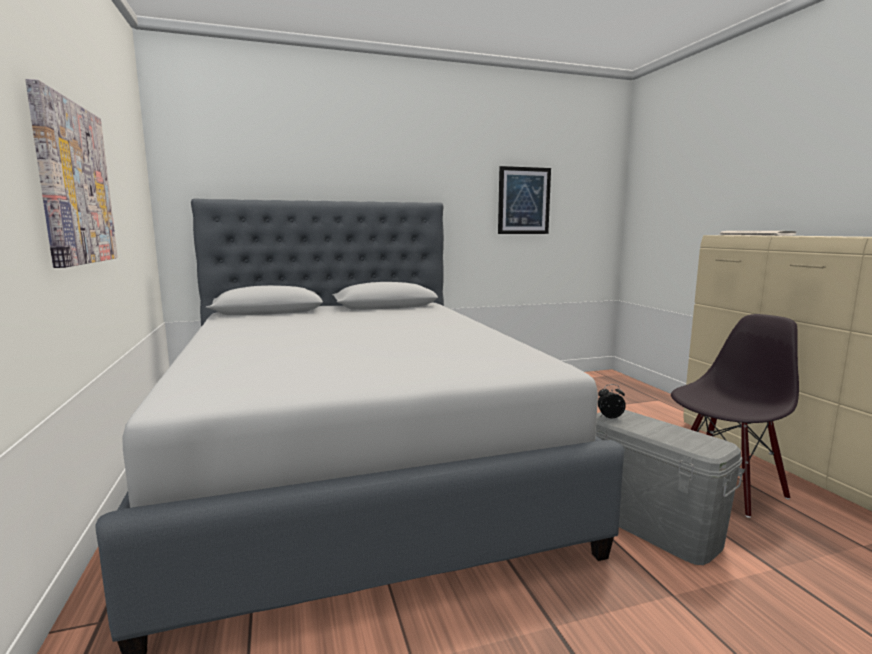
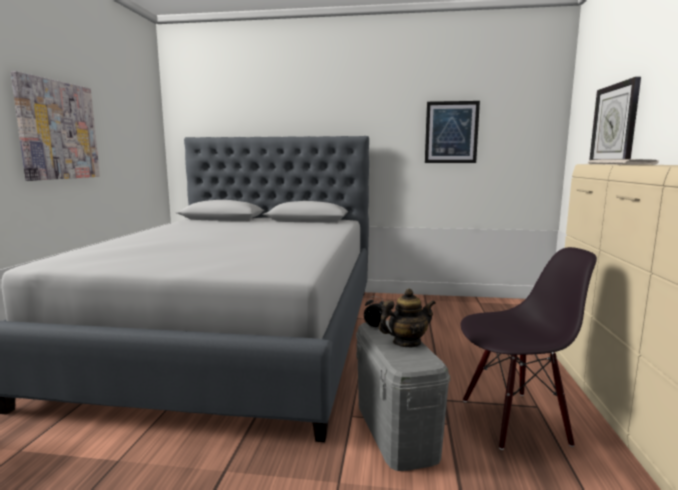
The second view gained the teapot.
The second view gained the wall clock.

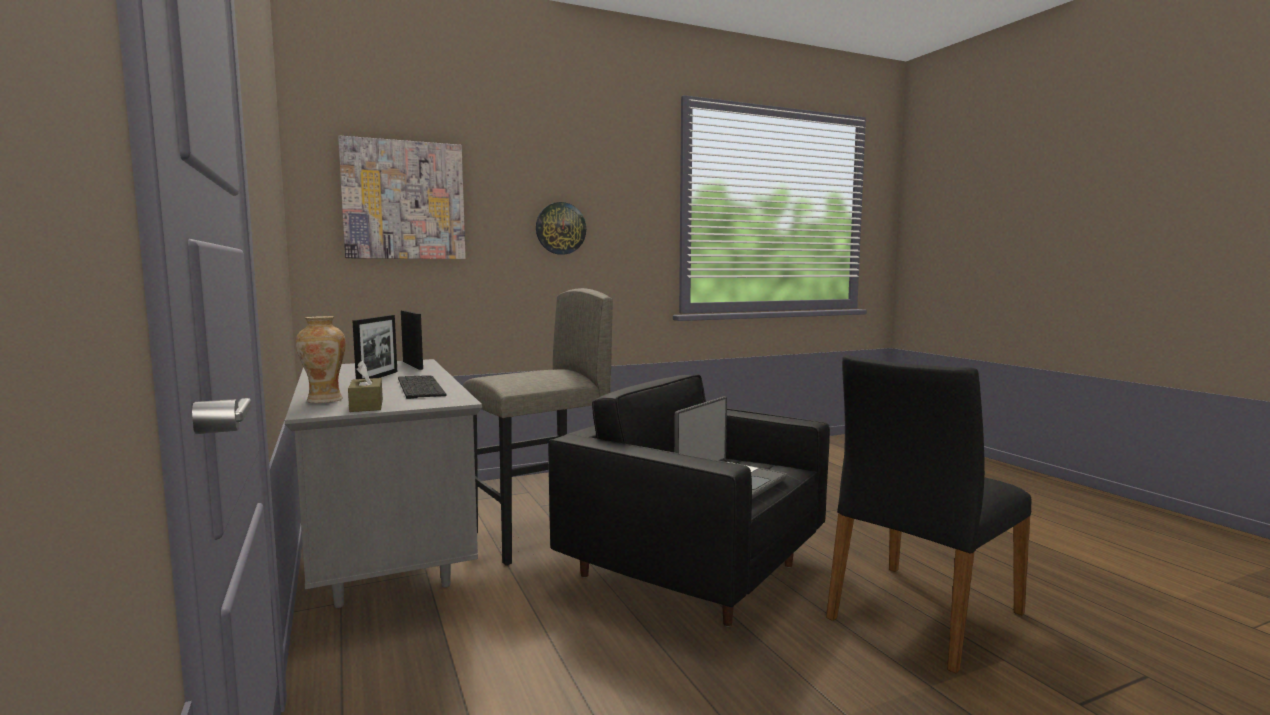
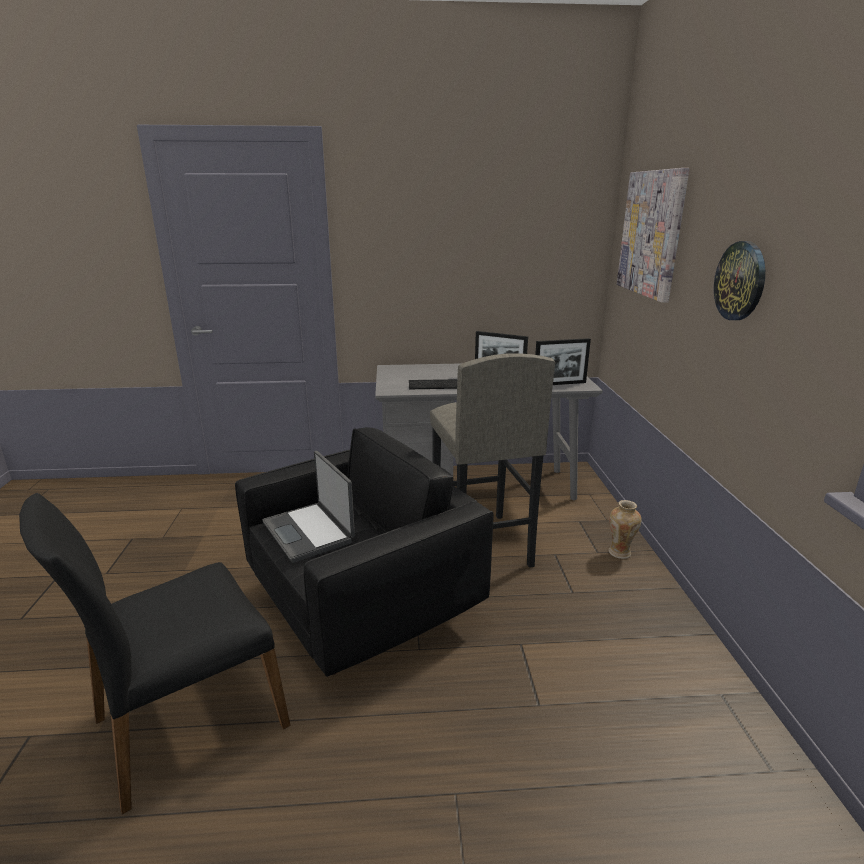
The vase ended up elsewhere.
The second view lost the tissue box (brown).
The chair (black) ended up facing another way, 105 degrees counterclockwise from before.

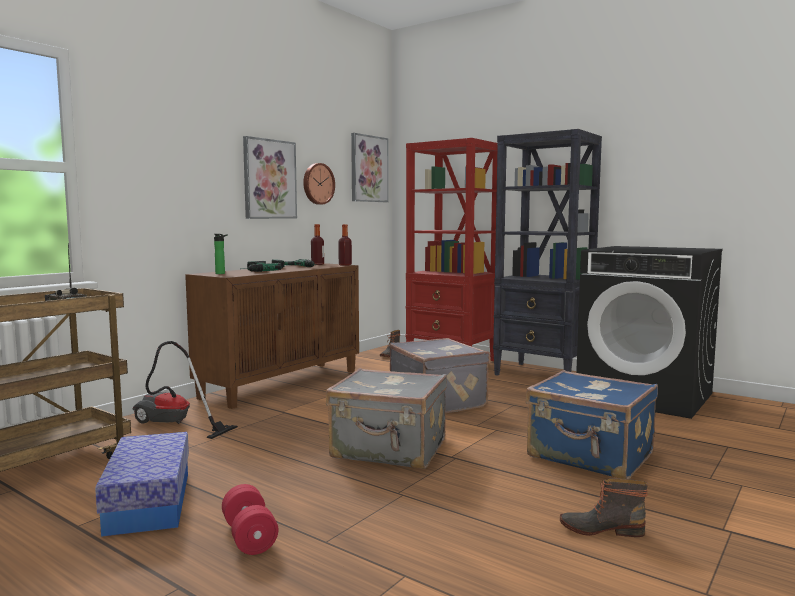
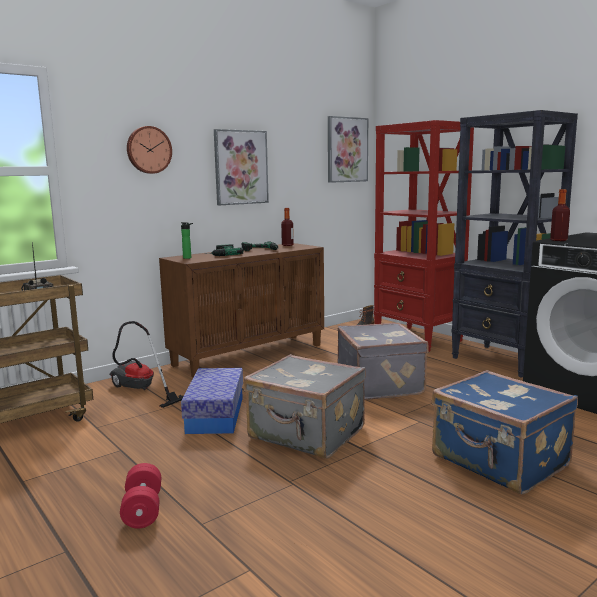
The storage box ended up elsewhere.
The wall clock ended up elsewhere.
The bottle (3rd from left) ended up elsewhere.
The second view lost the boot (2nd from left).

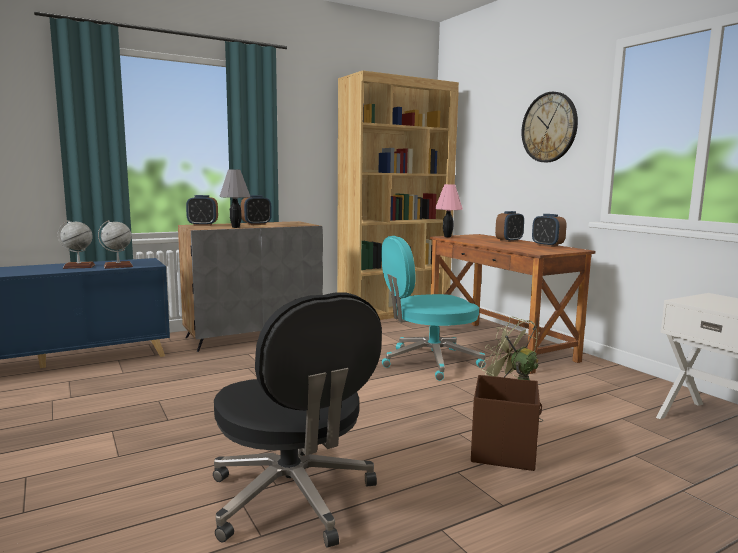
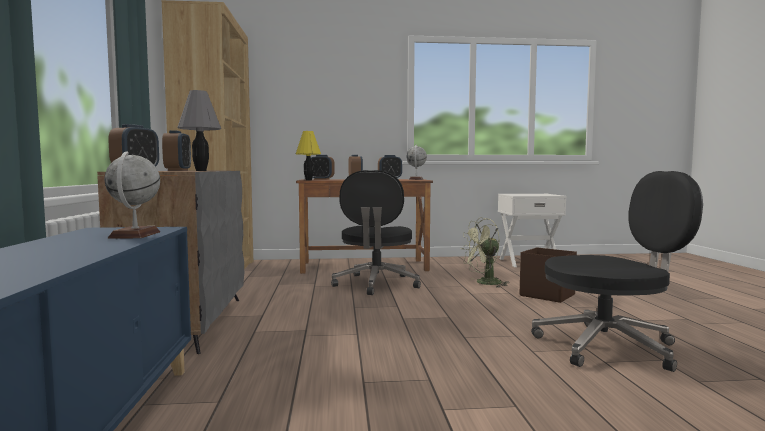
The globe (1st from left in the first image) ended up elsewhere.
What was the office chair (turquoise) turned into the office chair (black) (1st from left).
What was the table lamp (pink) turned into the table lamp (yellow).
The second view lost the wall clock.
The second view gained the alarm clock (3rd from left).

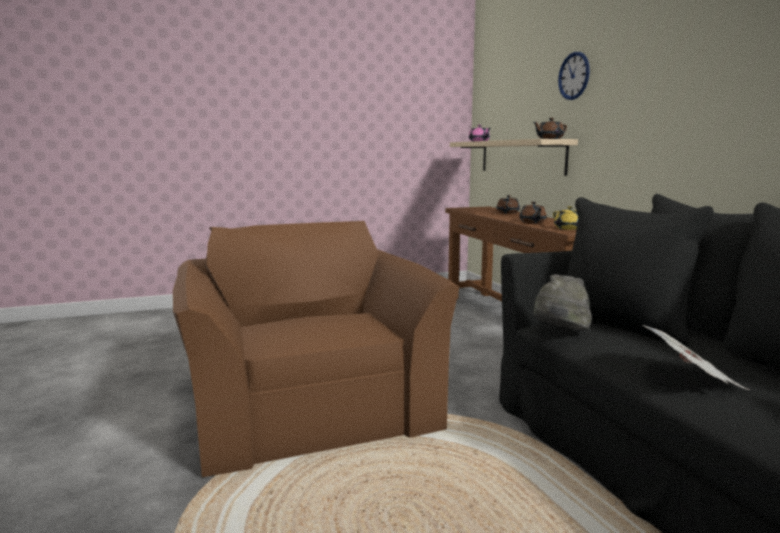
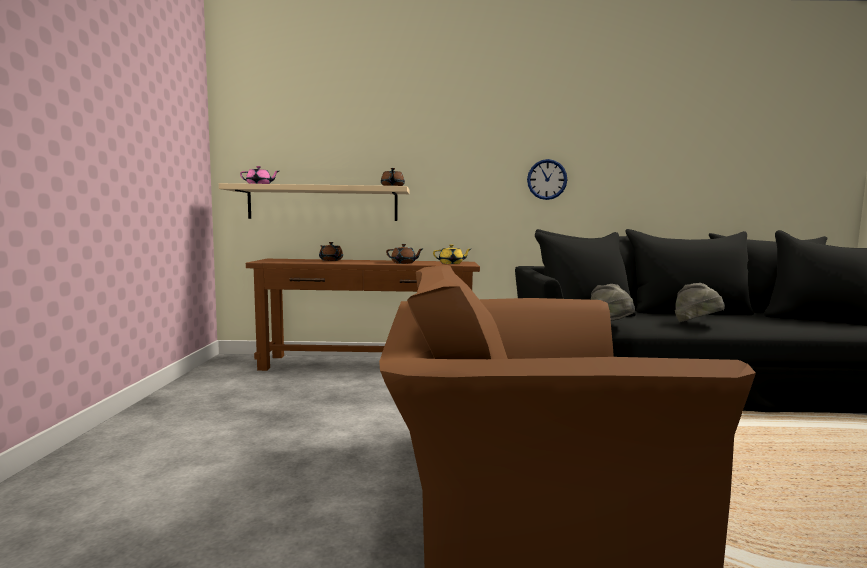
The wall clock ended up elsewhere.
Where the newspaper stood, the hat (grey) (2nd from left) came to stand.

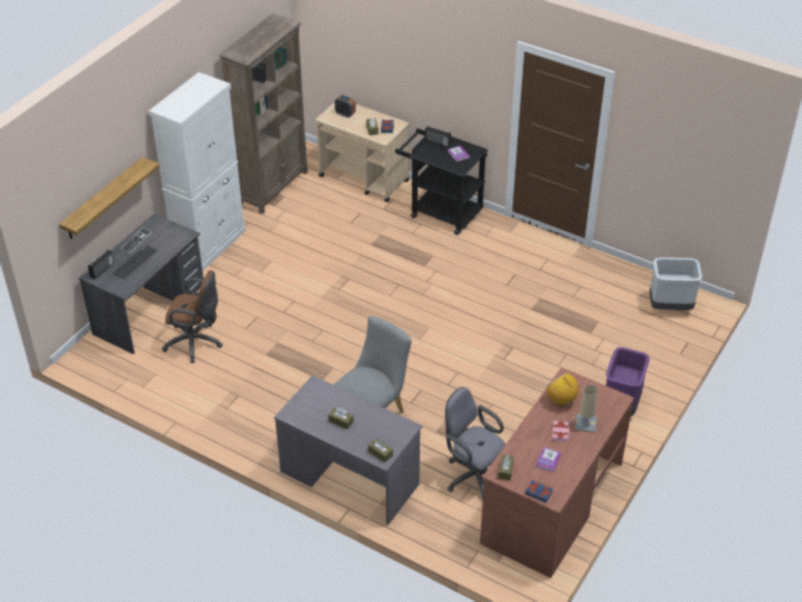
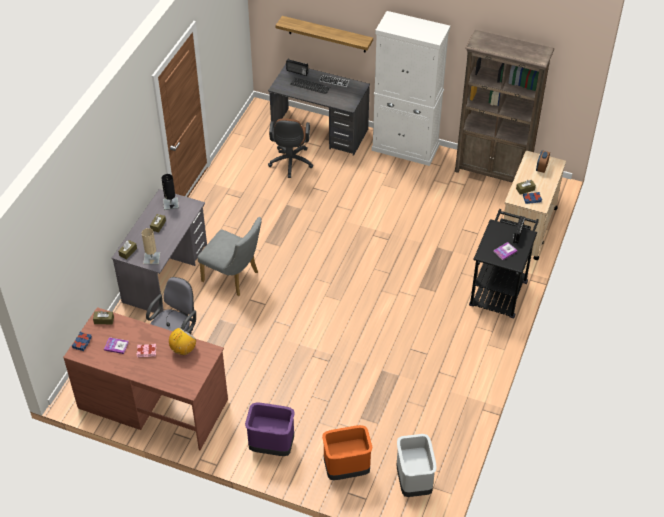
The table lamp (beige) ended up elsewhere.
The second view gained the table lamp (black).
The second view gained the trash can (orange).

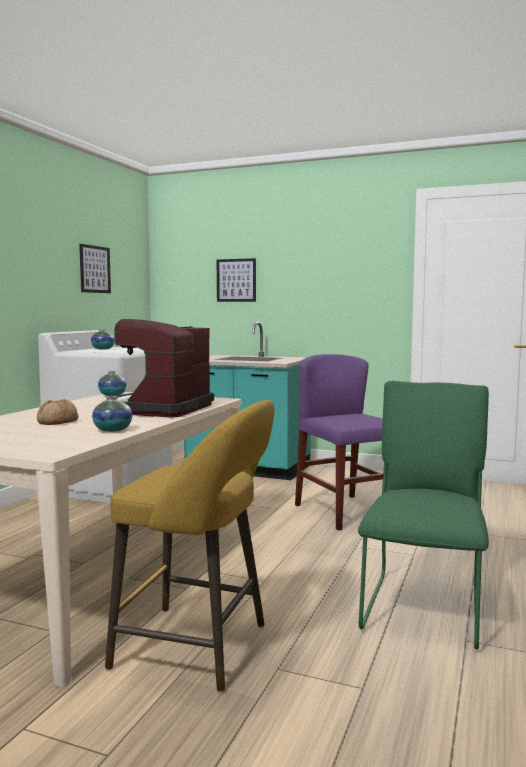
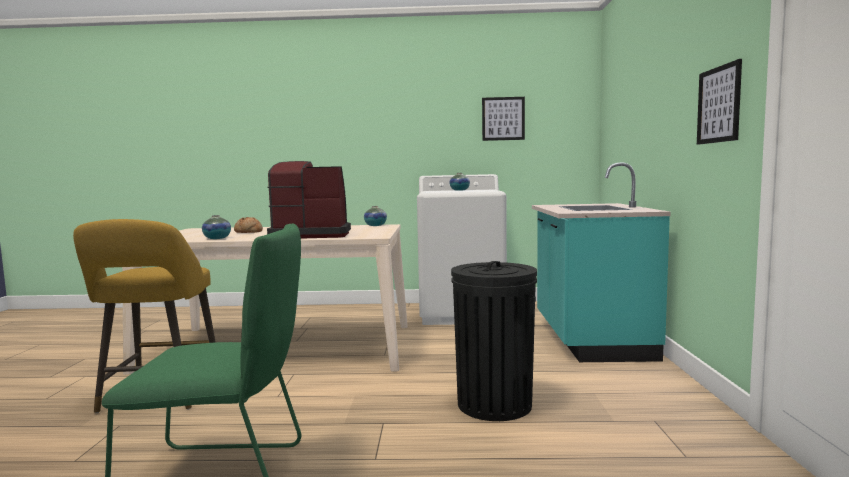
The picture (2nd from left) ended up elsewhere.
Where the chair (purple) stood, the trash can (black) came to stand.

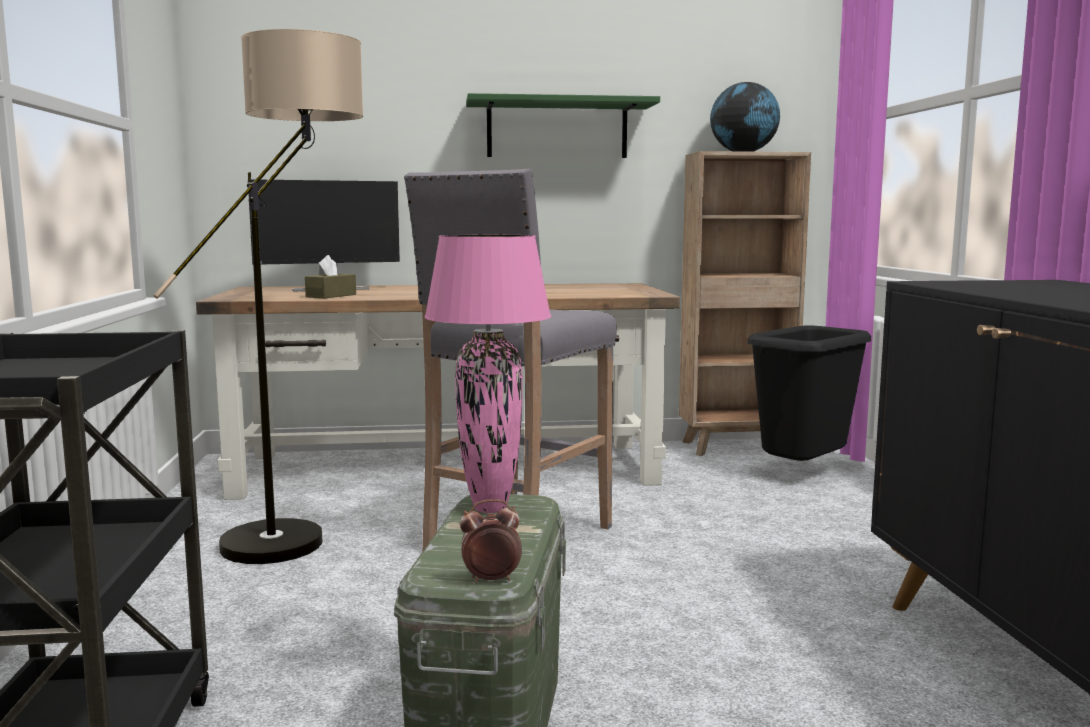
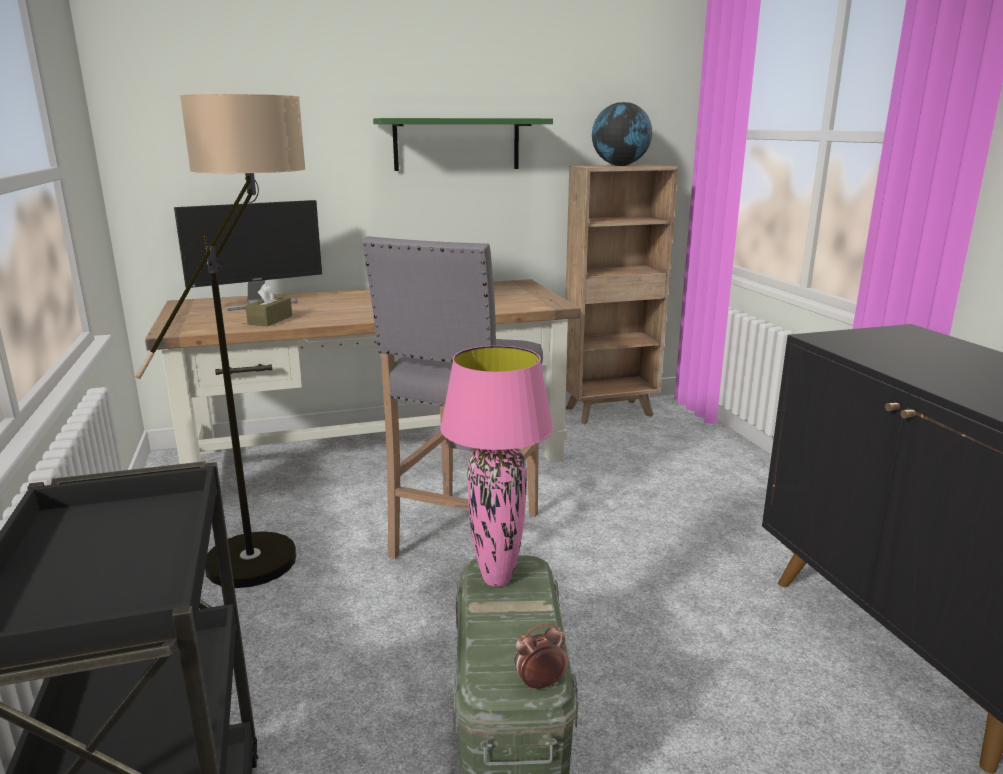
The second view lost the trash can (black).

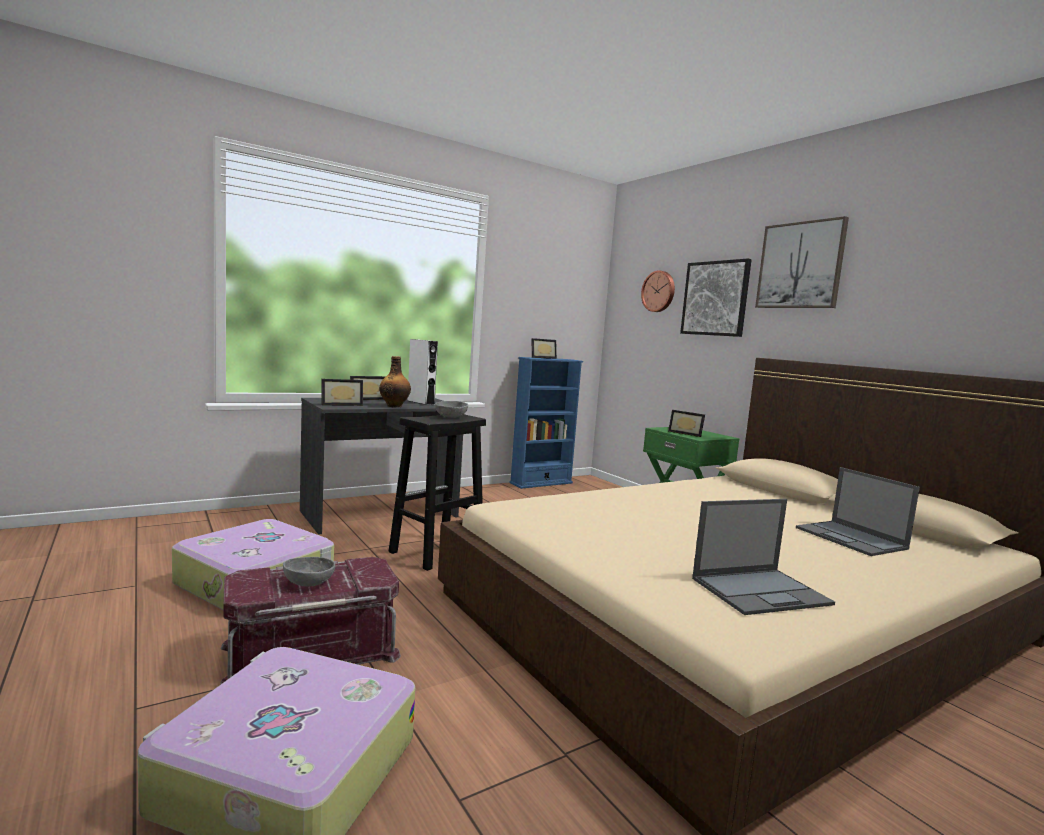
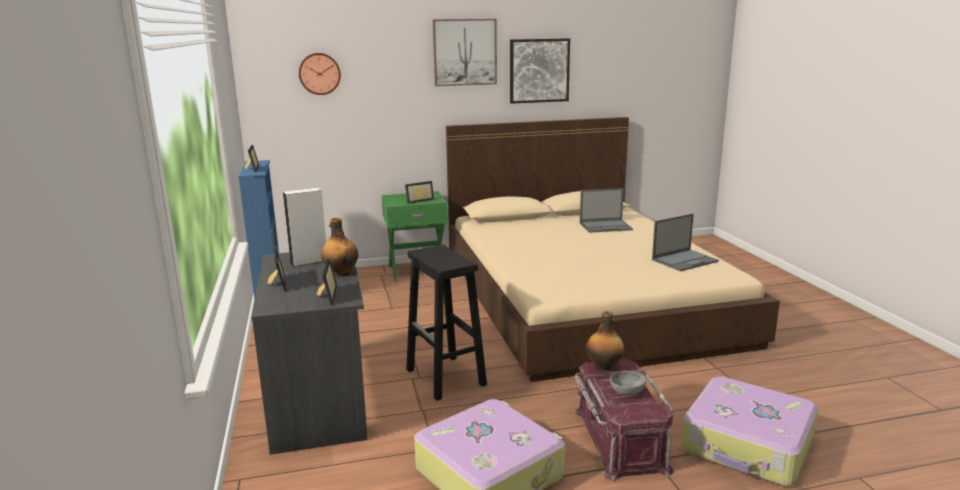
The second view lost the bowl (grey) (2nd from left).
The picture (1st from left in the first image) ended up elsewhere.
The laptop (1st from left in the first image) ended up facing another way, 60 degrees clockwise from before.
The second view gained the bottle (2nd from left).

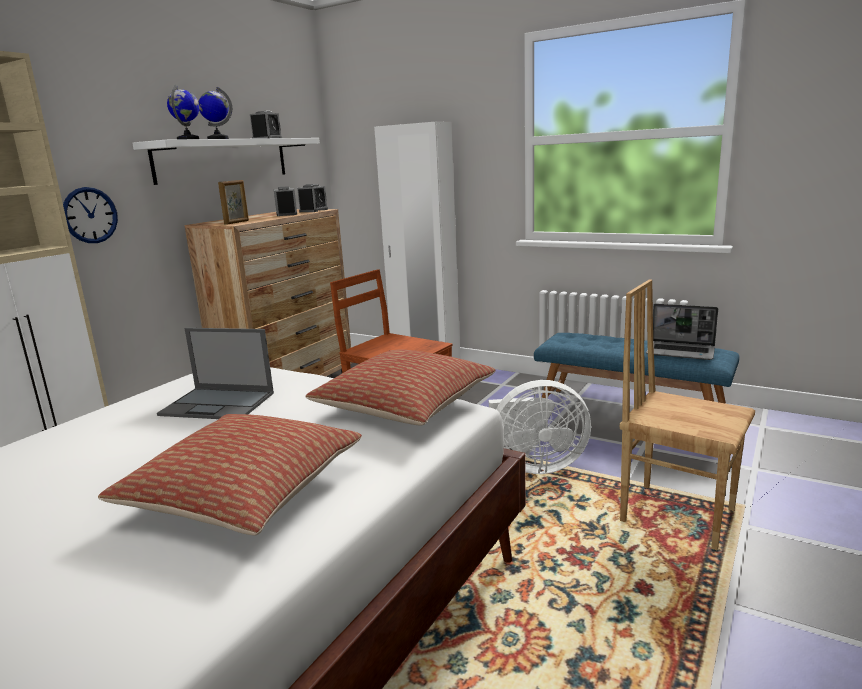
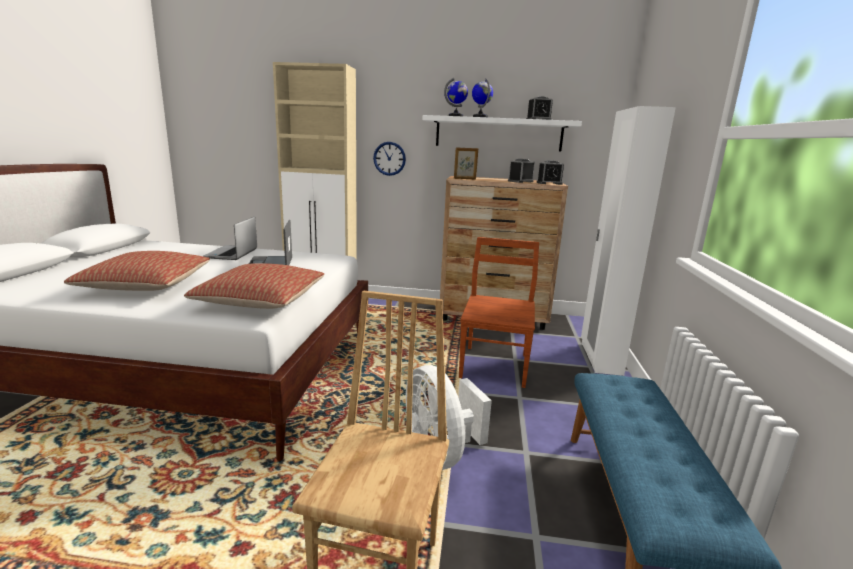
The laptop (2nd from left in the first image) ended up elsewhere.

